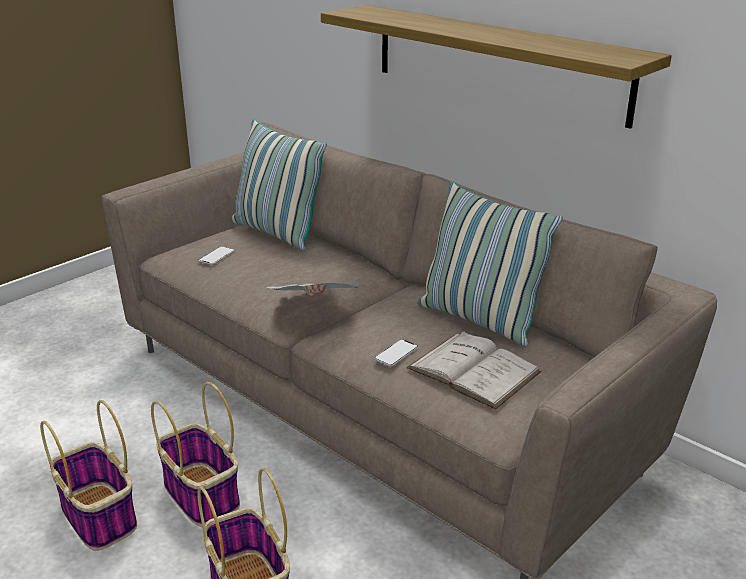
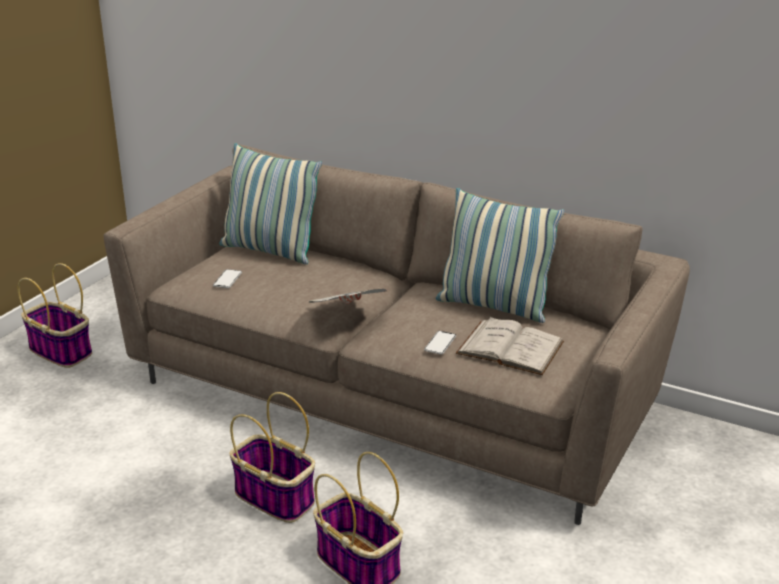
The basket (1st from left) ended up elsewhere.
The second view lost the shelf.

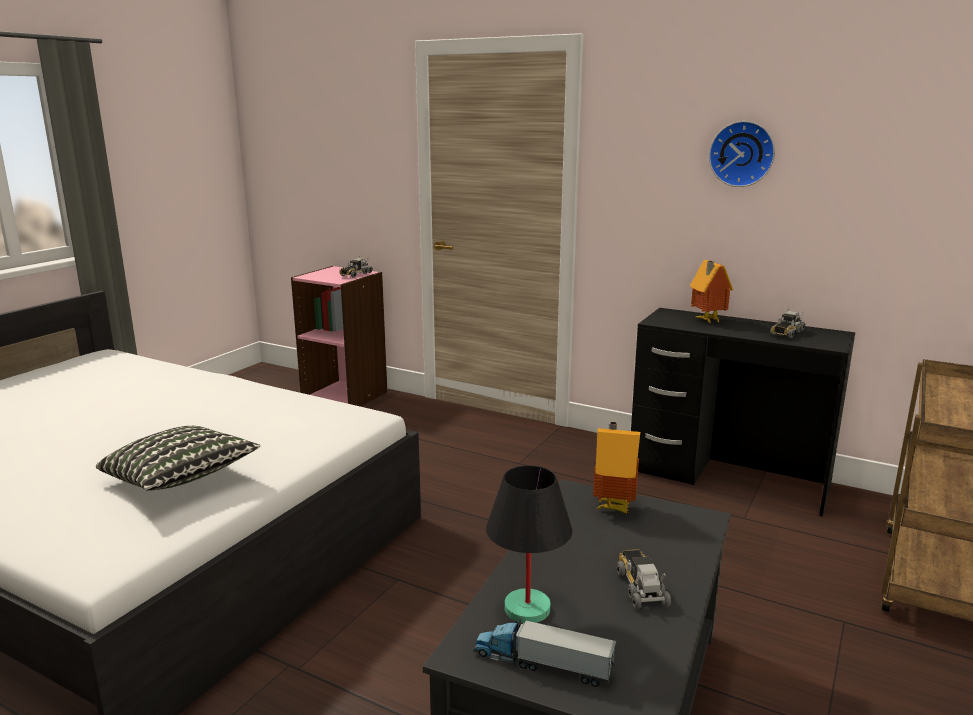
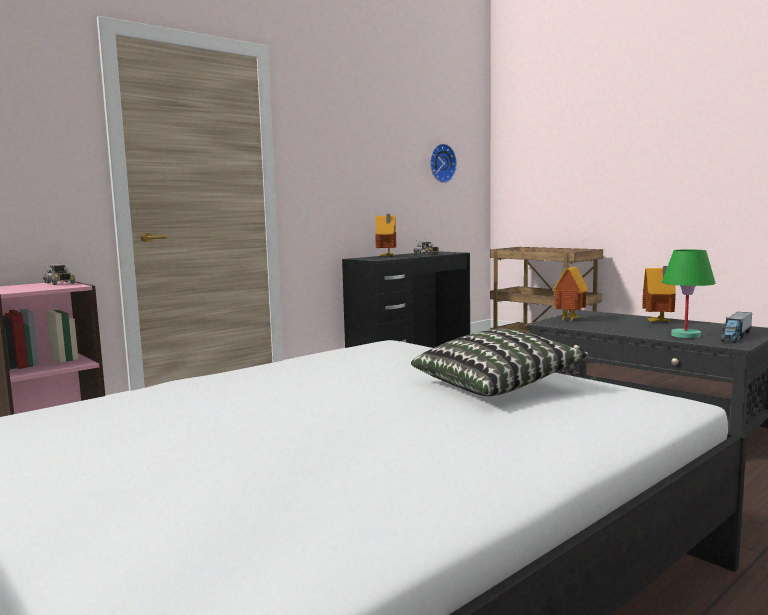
What was the table lamp (black) turned into the table lamp (green).
Where the toy truck (3rd from left) stood, the toy house (3rd from left) came to stand.
The wall clock ended up elsewhere.

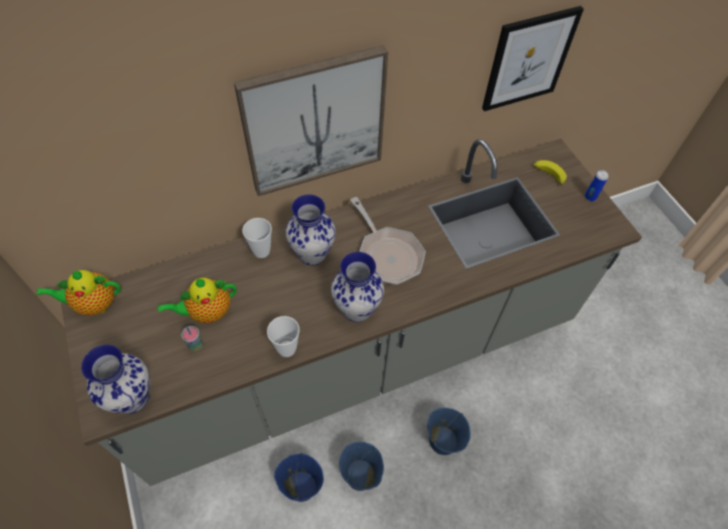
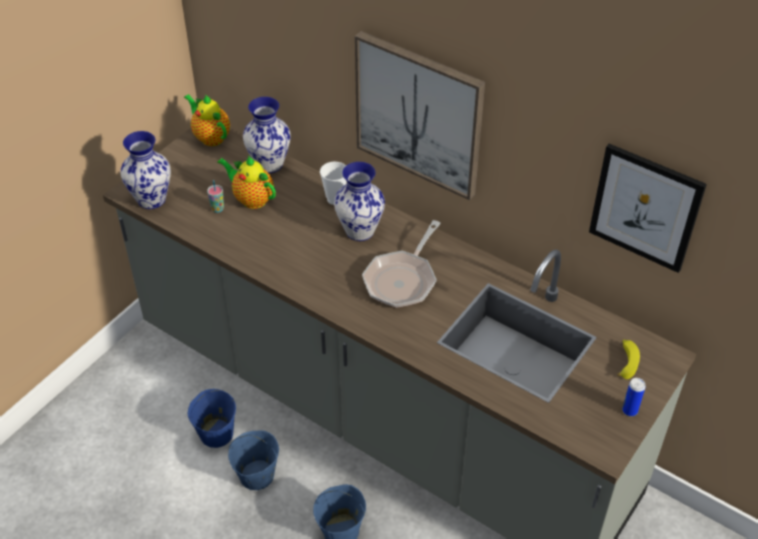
The second view lost the cup (3rd from left).
The vase (3rd from left in the first image) ended up elsewhere.

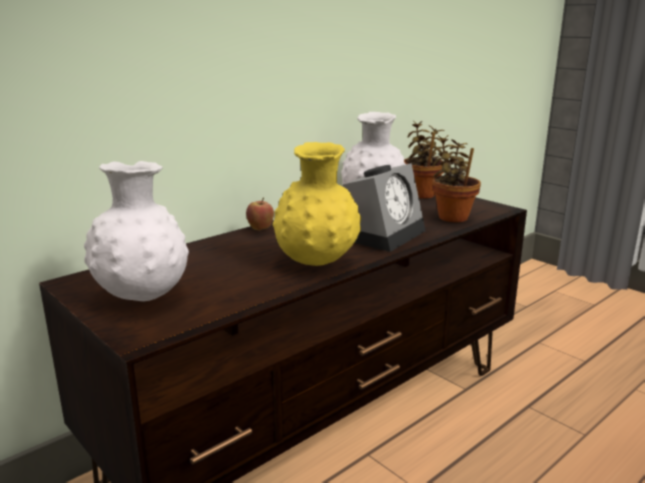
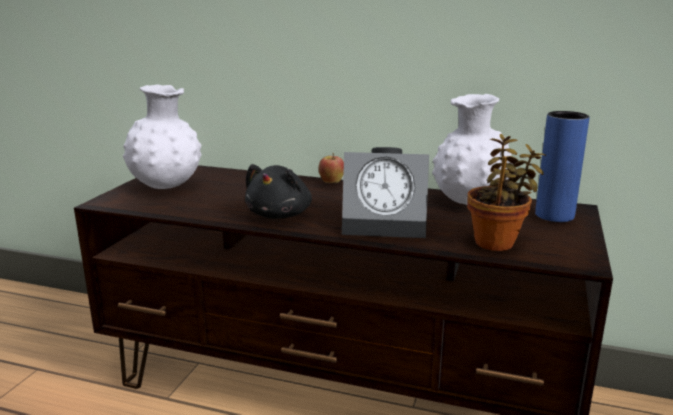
Where the vase (yellow) stood, the plush toy (black) came to stand.
Where the potted plant (1st from left) stood, the vase (blue) came to stand.

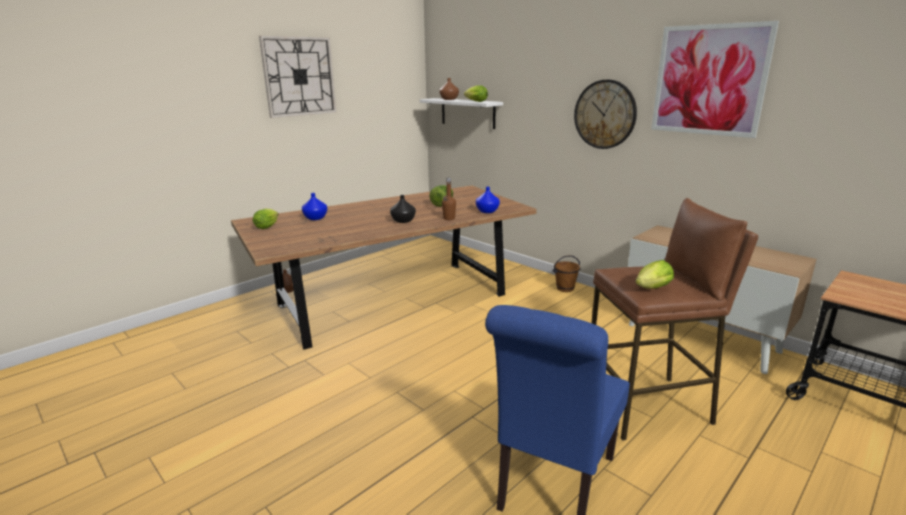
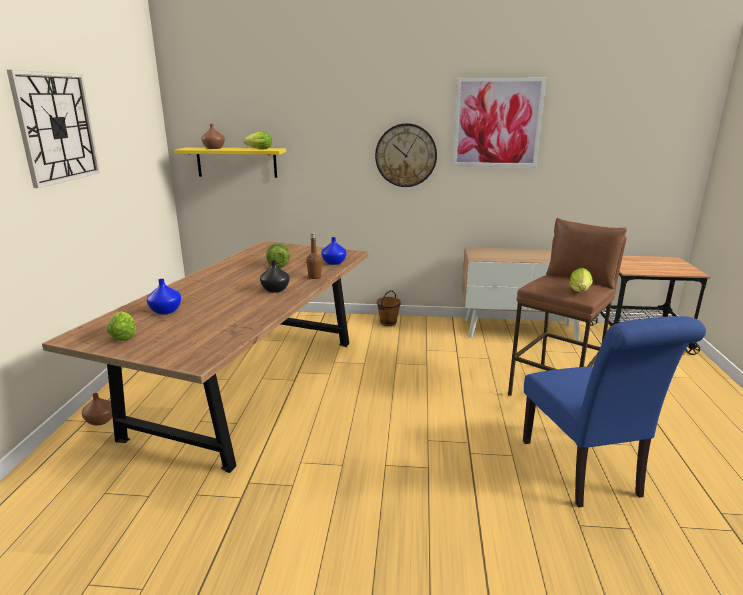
What was the shelf (white) turned into the shelf (yellow).

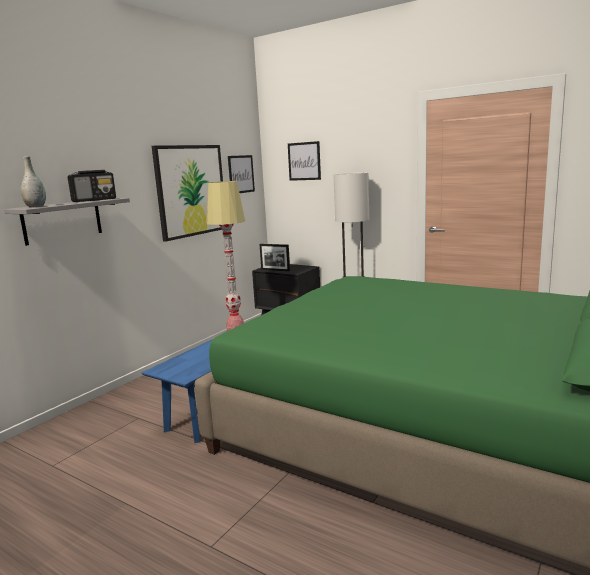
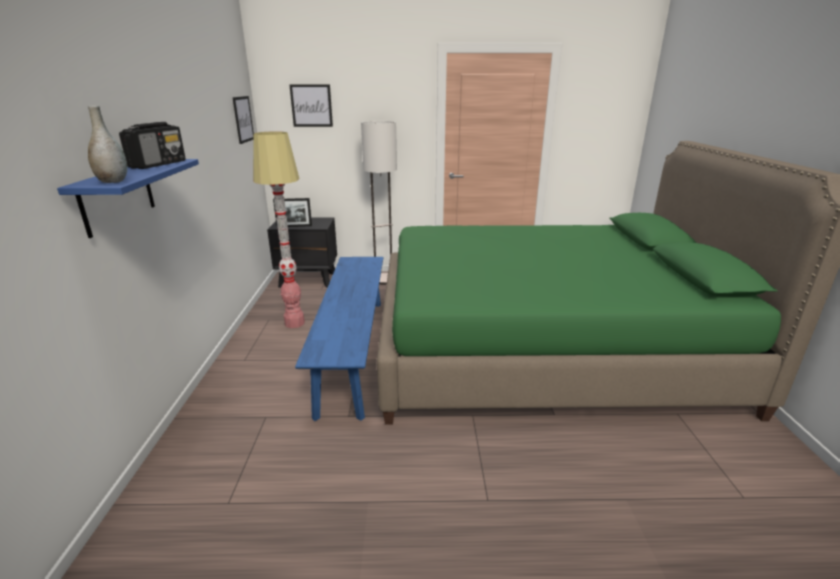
What was the shelf (grey) turned into the shelf (blue).
The second view lost the picture (1st from left).

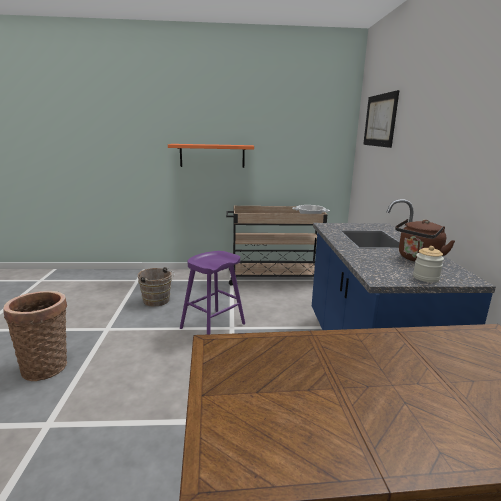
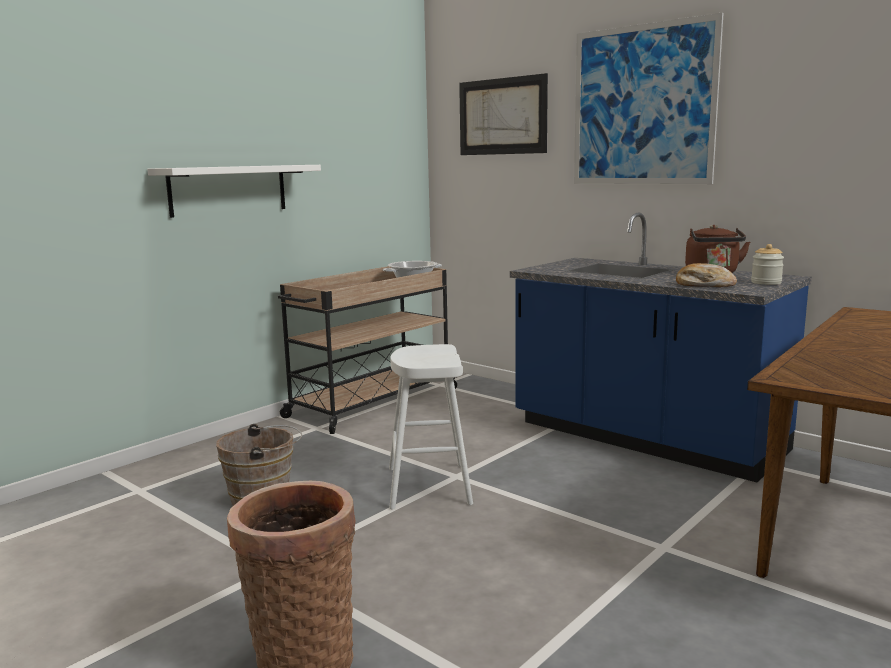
What was the shelf (orange) turned into the shelf (white).
What was the stool (purple) turned into the stool (white).
The second view gained the picture (2nd from left).
The second view gained the bread.

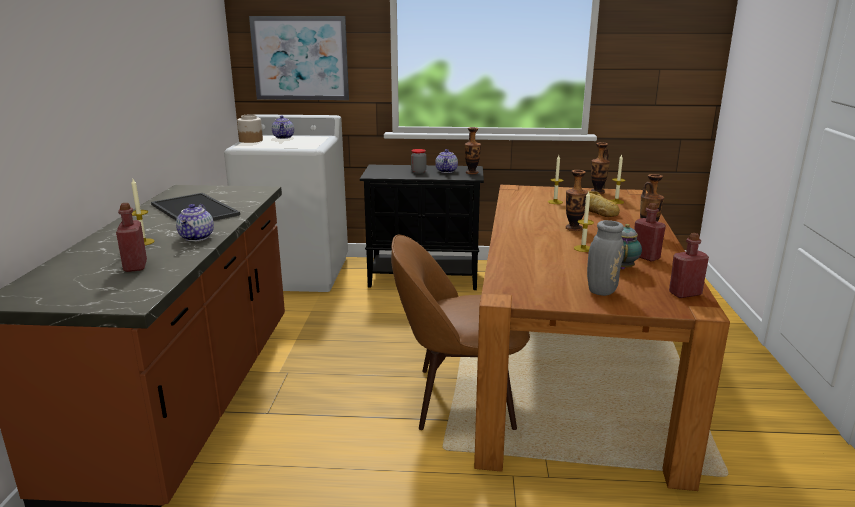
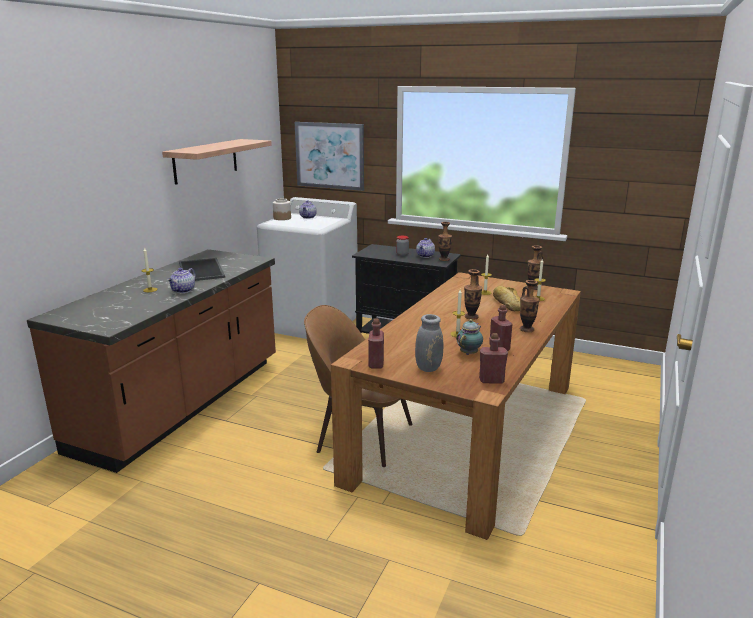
The bottle (red) (1st from left) ended up elsewhere.
The second view gained the shelf.

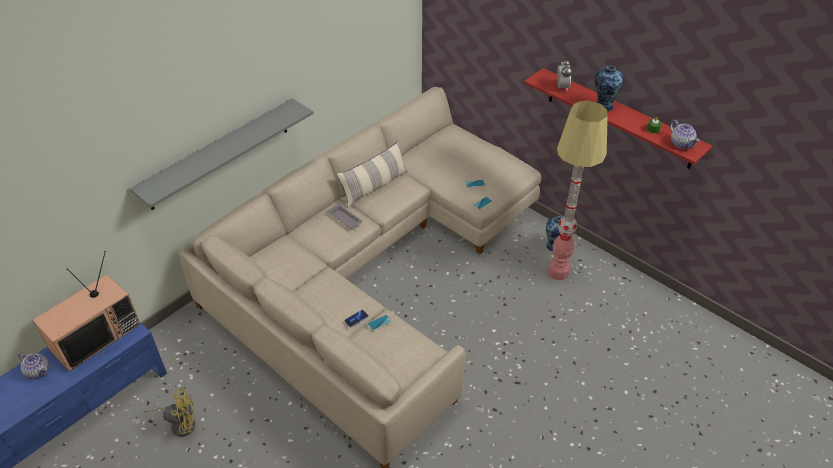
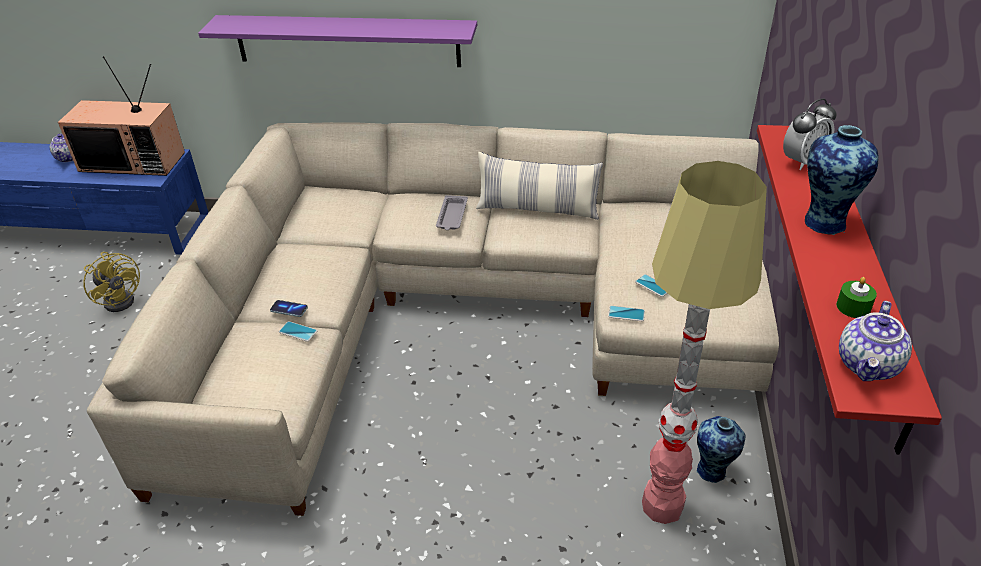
What was the shelf (grey) turned into the shelf (purple).

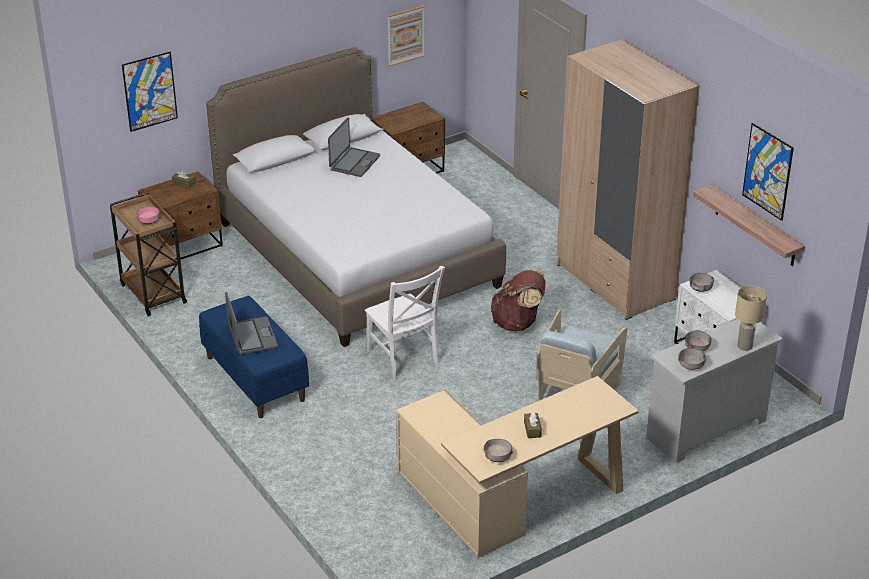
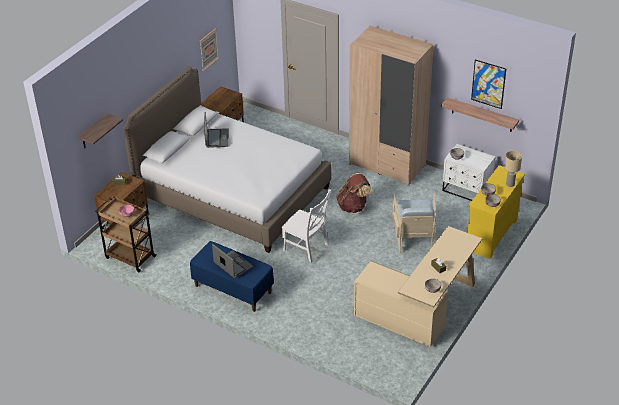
Where the picture (1st from left) hung, the shelf (1st from left) came to hang.
What was the dresser (white) turned into the dresser (yellow).

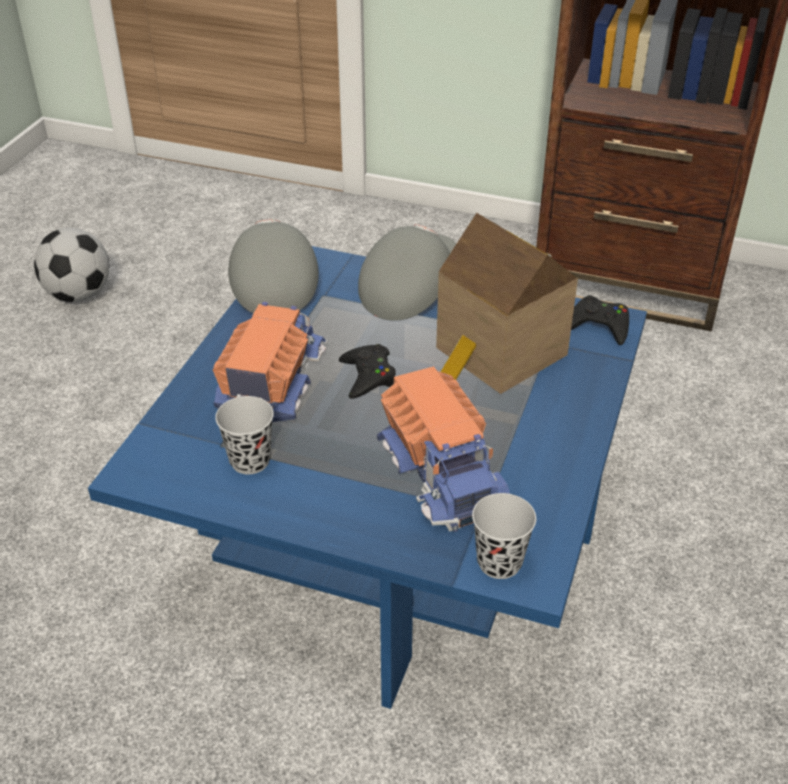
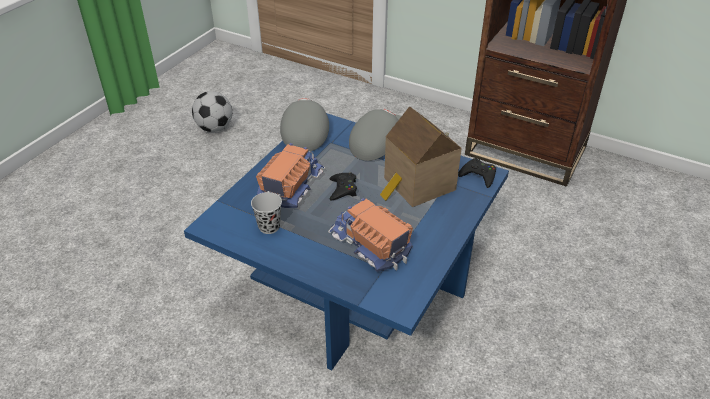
The toy truck (2nd from left) ended up facing another way, 150 degrees clockwise from before.
The second view lost the cup (black) (2nd from left).

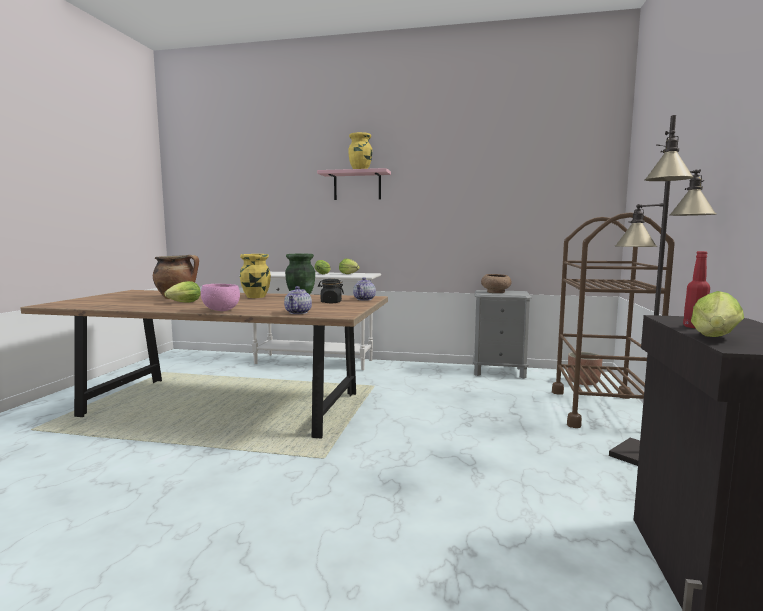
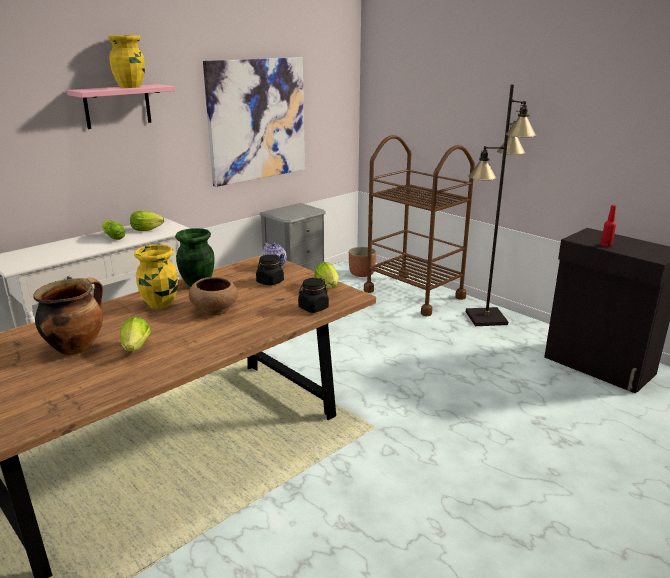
The second view lost the bowl (pink).
Where the teapot (1st from left) stood, the jar (black) (2nd from left) came to stand.
The bowl (brown) ended up elsewhere.
The lettuce (4th from left) ended up elsewhere.
The second view gained the picture.

